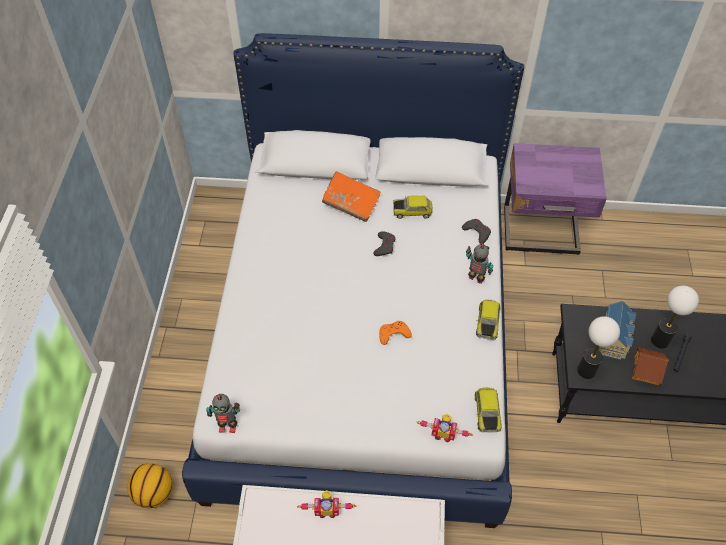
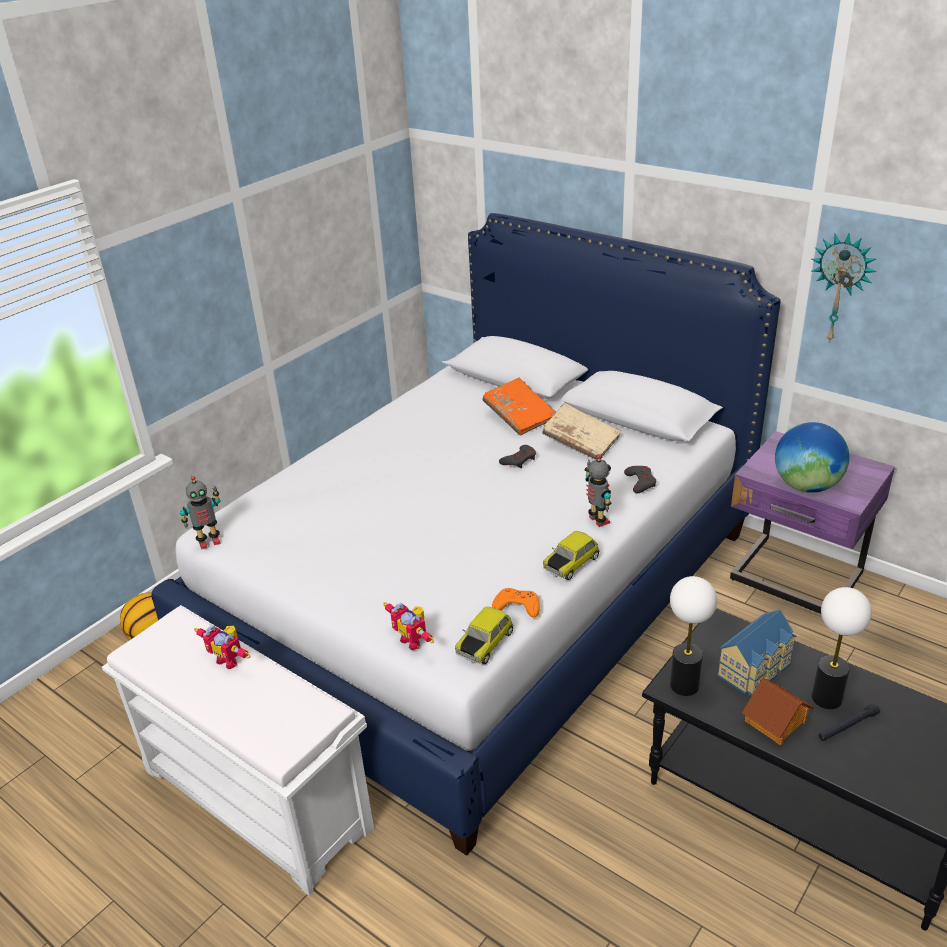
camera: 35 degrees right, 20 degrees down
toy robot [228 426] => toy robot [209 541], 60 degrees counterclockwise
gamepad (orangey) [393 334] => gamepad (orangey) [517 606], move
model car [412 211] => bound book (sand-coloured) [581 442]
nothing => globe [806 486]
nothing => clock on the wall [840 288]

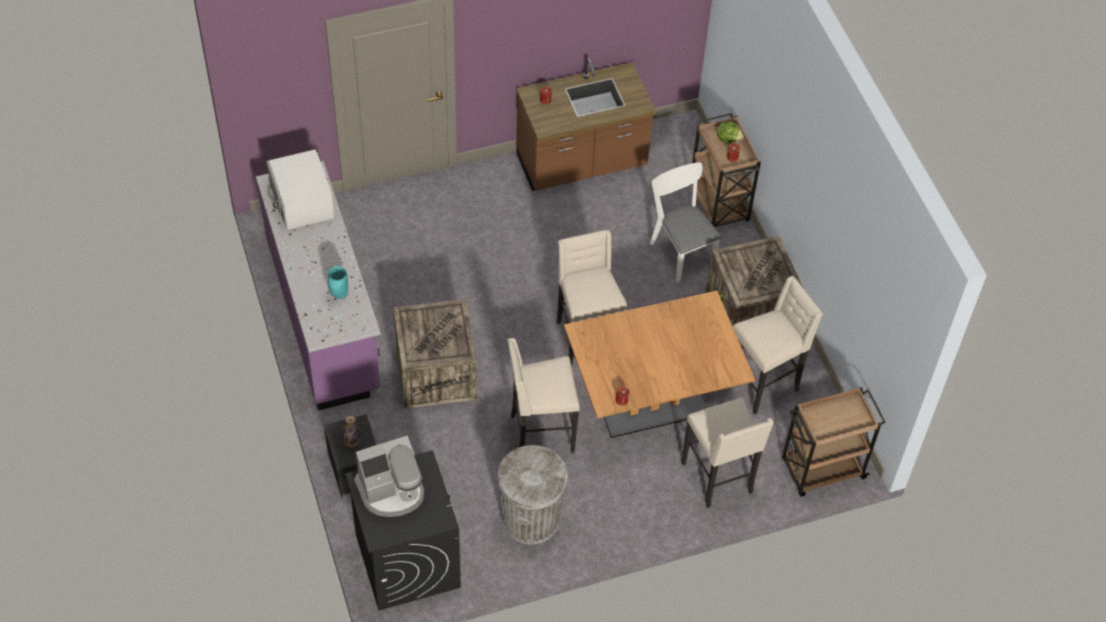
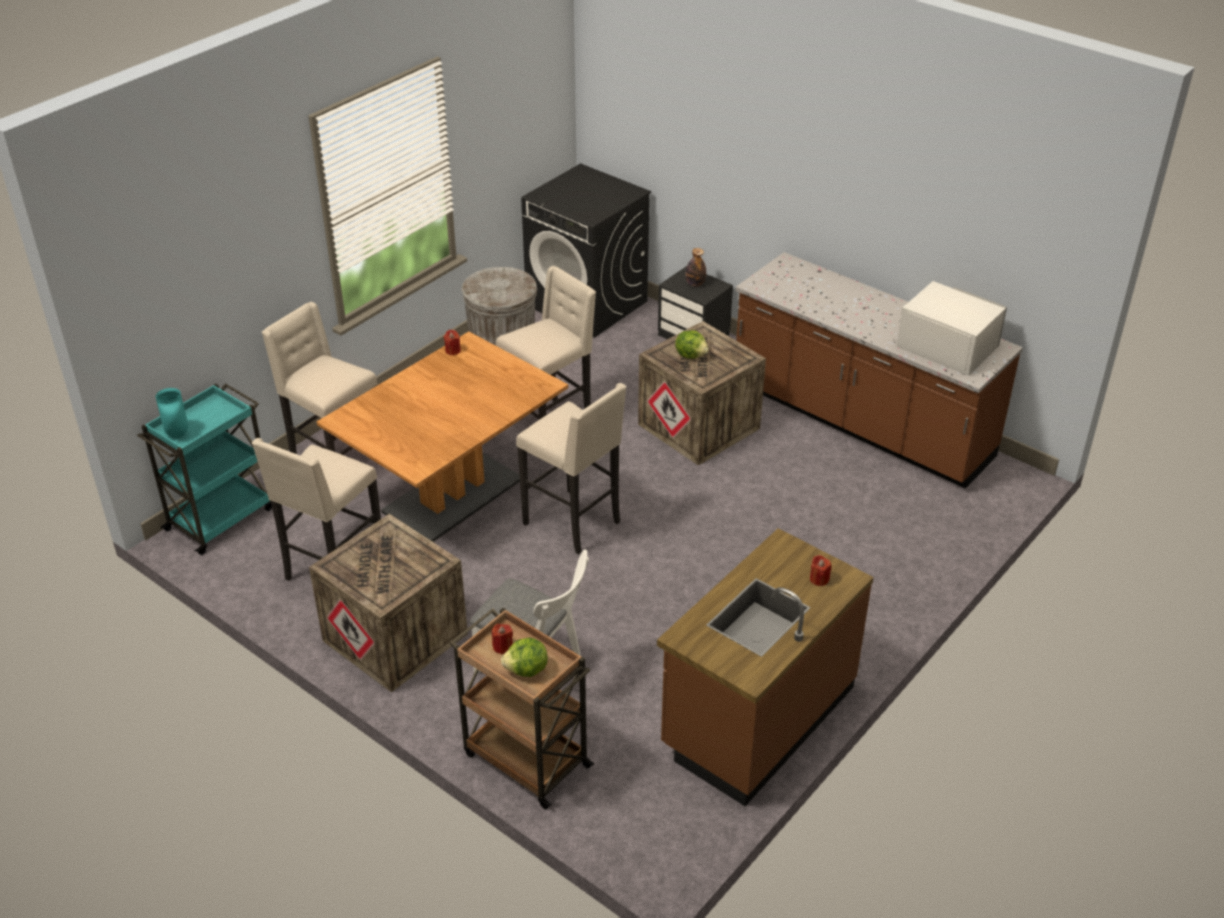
camera: 150 degrees right, 15 degrees down
trolley (brownish) [821 469] => trolley (turquoise-coloured) [221 518]
vase (turquoise-coloured) [340 295] => vase (turquoise-coloured) [177 434], move
nothing => lettuce head [691 355]
kitchen base unit (purplish) [324 316] => kitchen base unit (brownish) [860 423]
coffee maker [391 491] => nothing

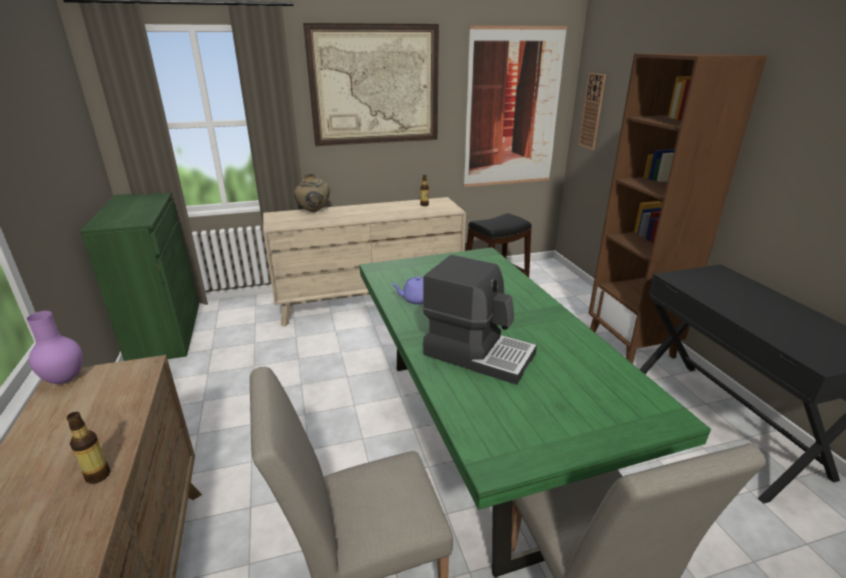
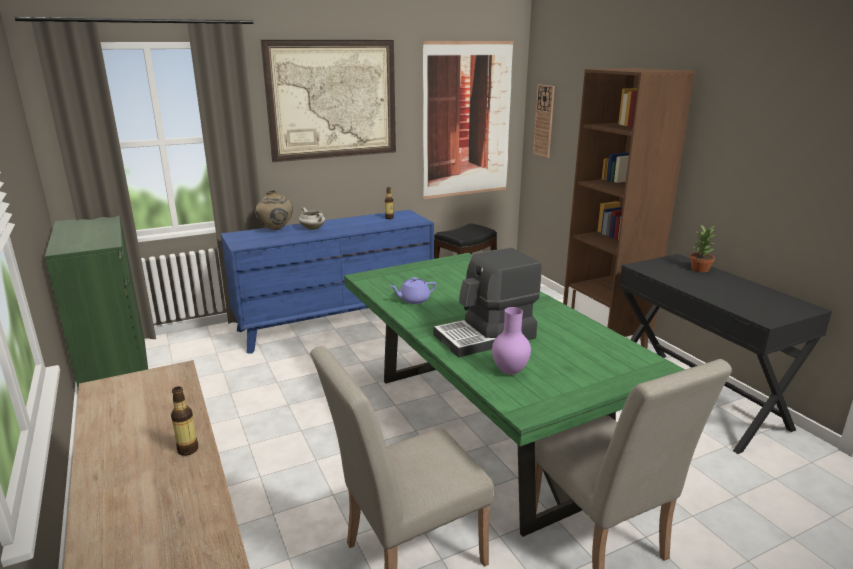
camera: 10 degrees left, 5 degrees down
chest of drawers (sand-coloured) [370 301] => chest of drawers (blue) [336 322]
nothing => cooking pot (white-coloured) [313 229]
coffee maker [478 353] => coffee maker [486 337], 135 degrees clockwise
vase (purplish) [64 380] => vase (purplish) [510 372], move
nothing => potted plant [700 269]

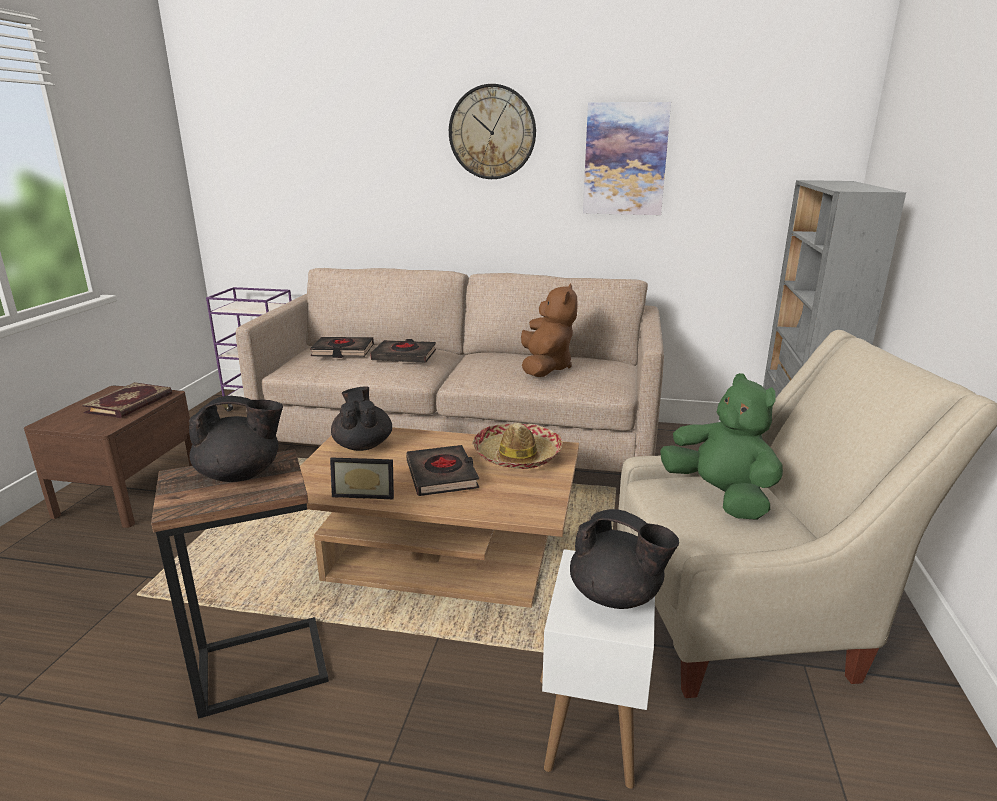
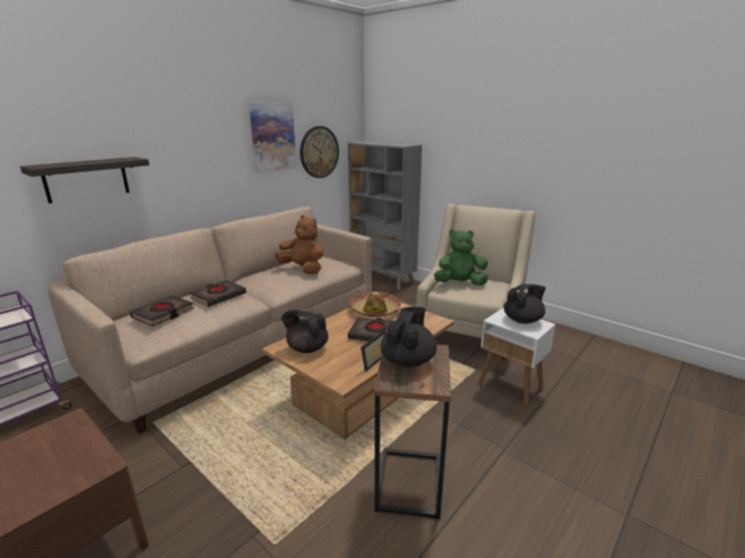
camera: 60 degrees left, 0 degrees up
nothing => shelf [86 179]
clock on the wall [492 132] => clock on the wall [319 152], move
bound book [130 403] => nothing

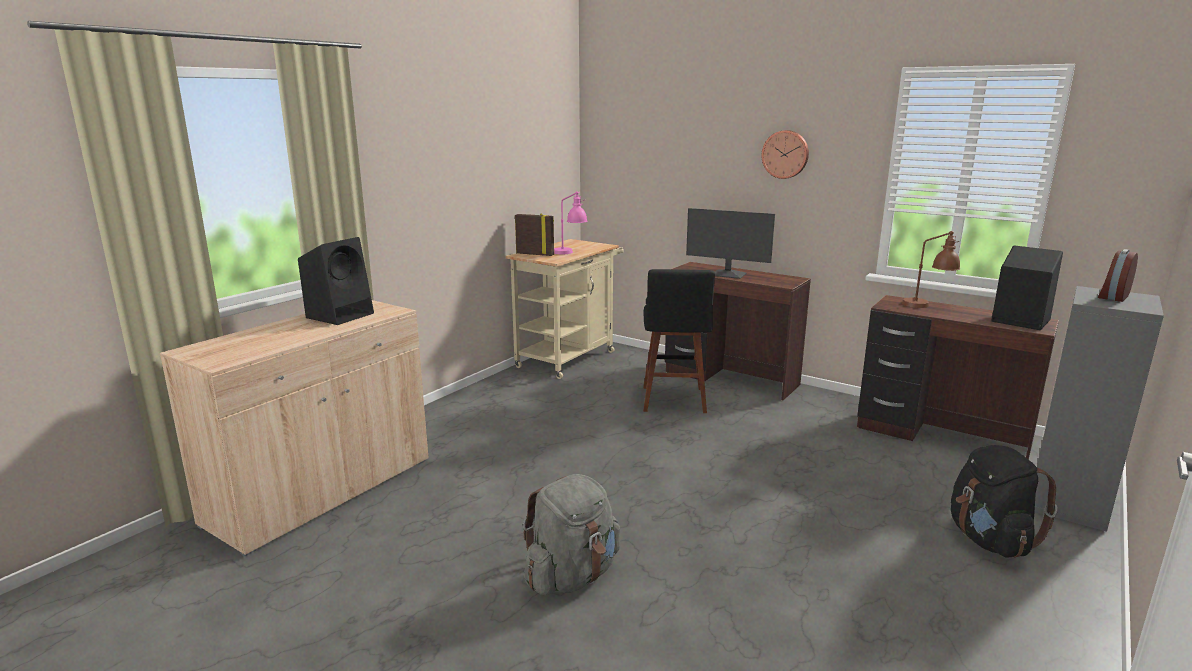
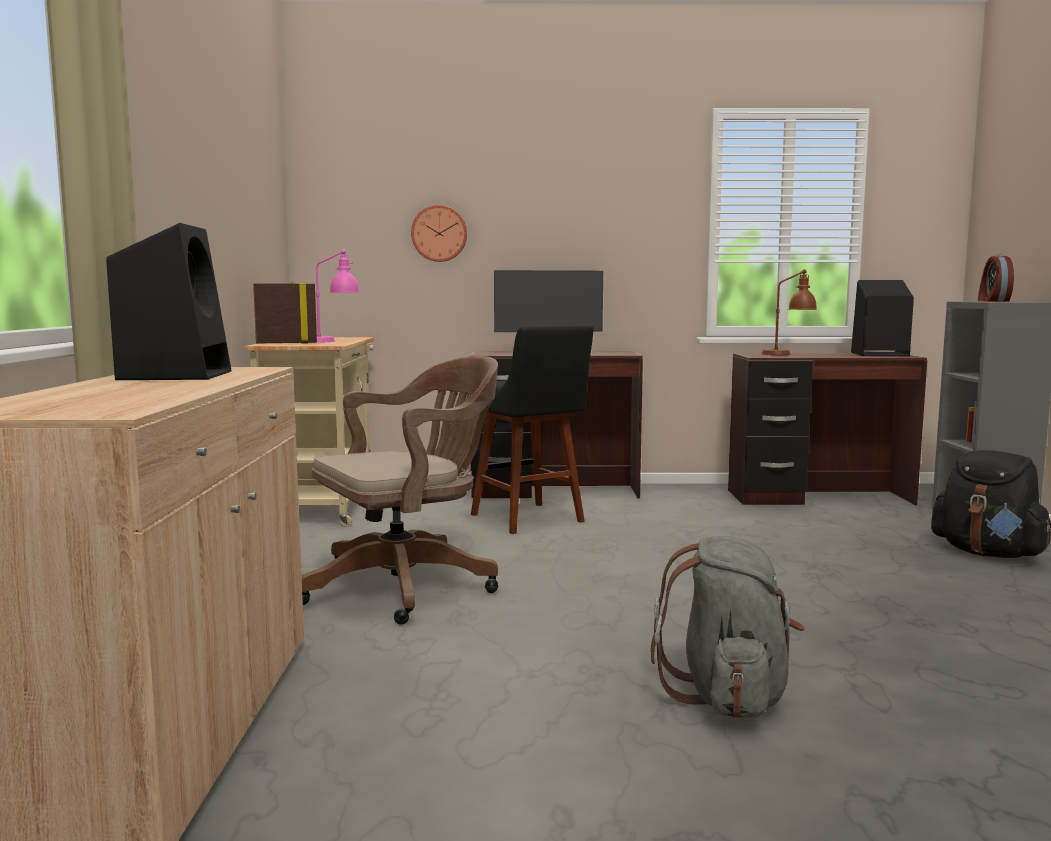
camera: 35 degrees left, 10 degrees down
nothing => office chair (brownish) [408 586]
clock on the wall [785 154] => clock on the wall [439 233], move

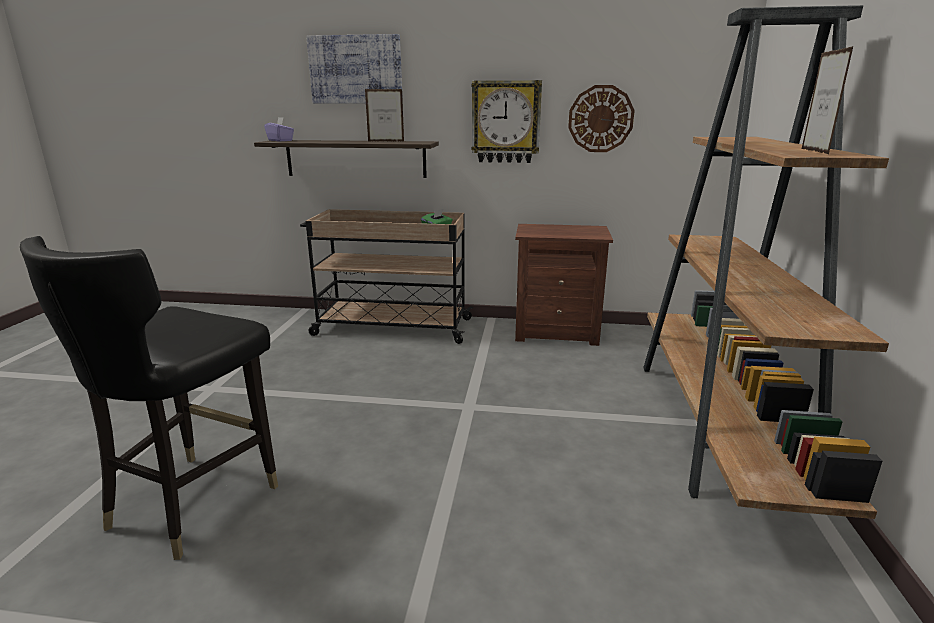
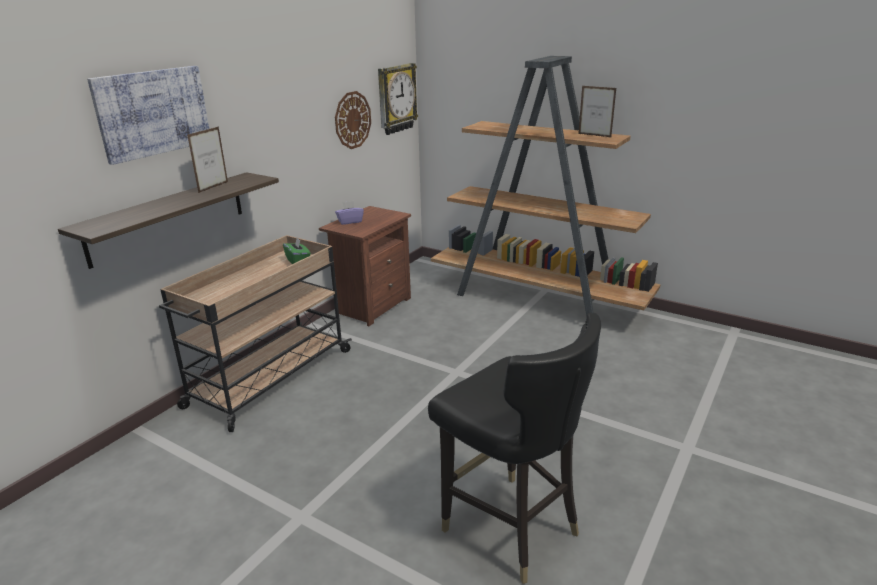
camera: 65 degrees left, 5 degrees up
tissue box (purplish) [280 140] => tissue box (purplish) [350 221], move
clock on the wall [506 122] => clock on the wall [396 98], move

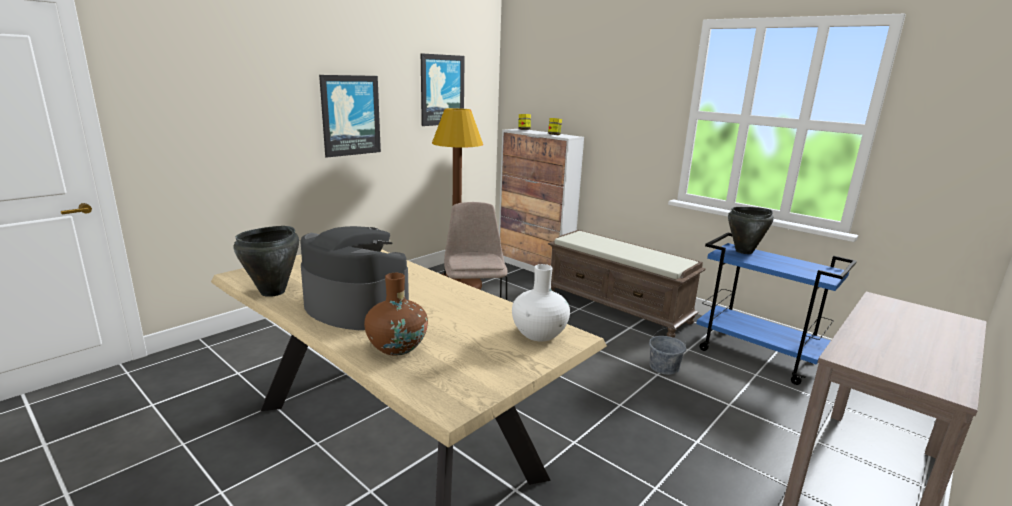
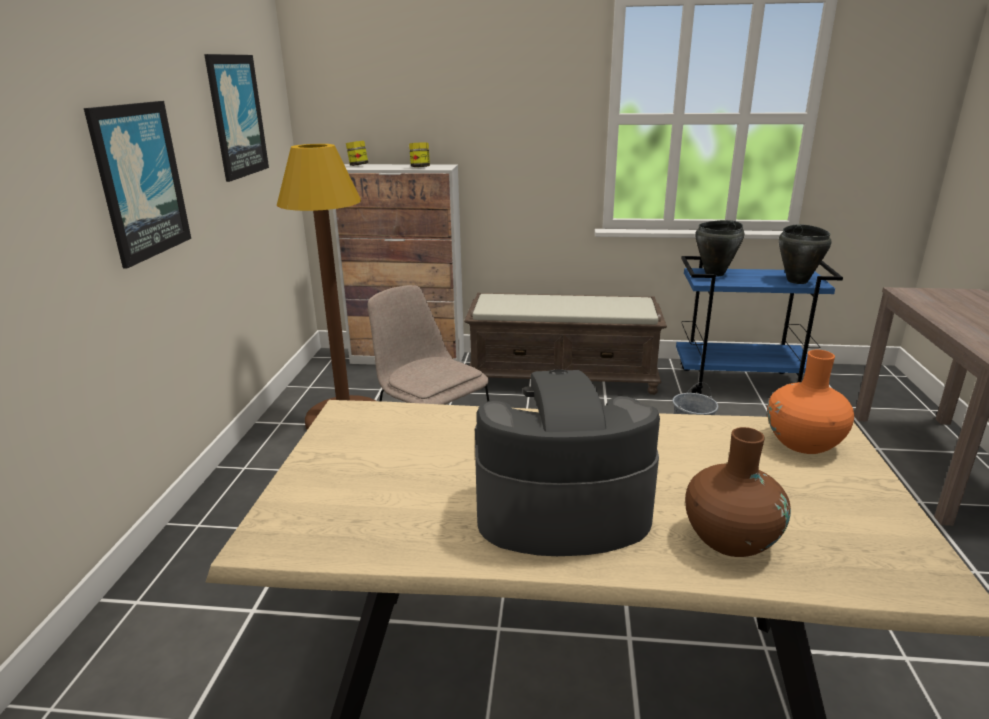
camera: 35 degrees left, 5 degrees up
vase (white-coloured) [539 334] => vase (orangey) [803 443]
cooking pot (blackish) [273 292] => cooking pot (blackish) [797 281], move

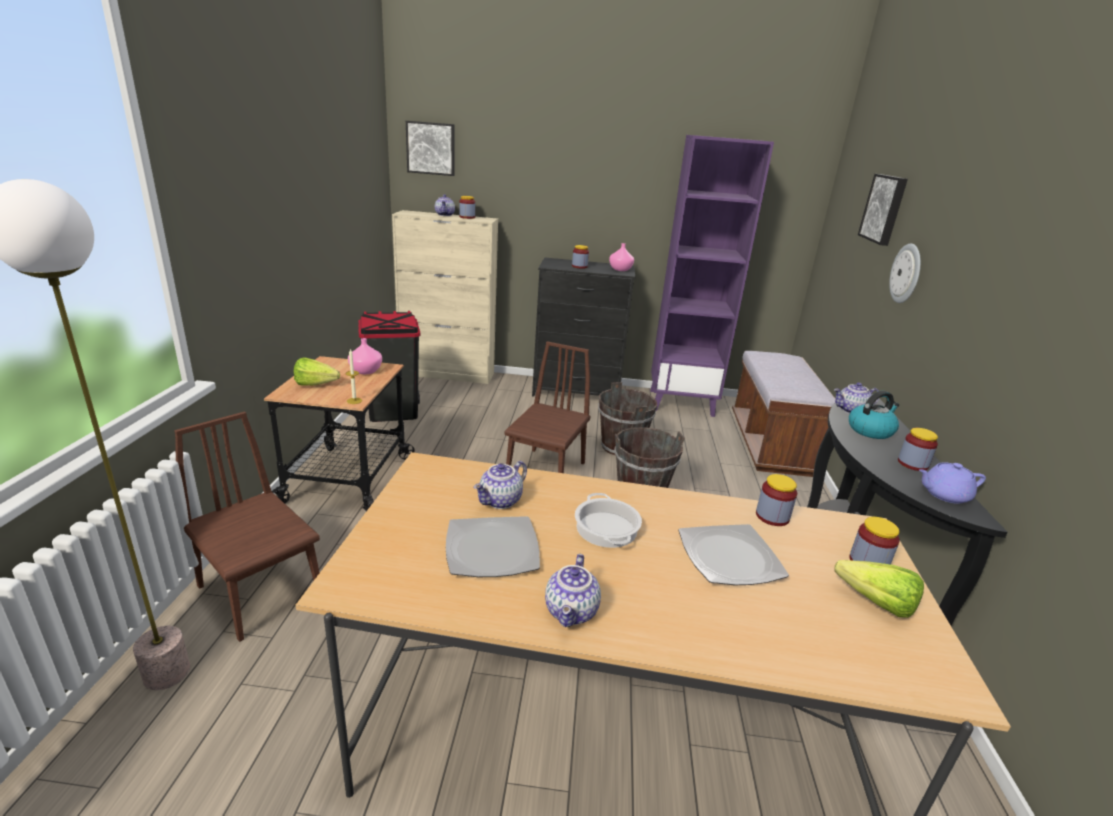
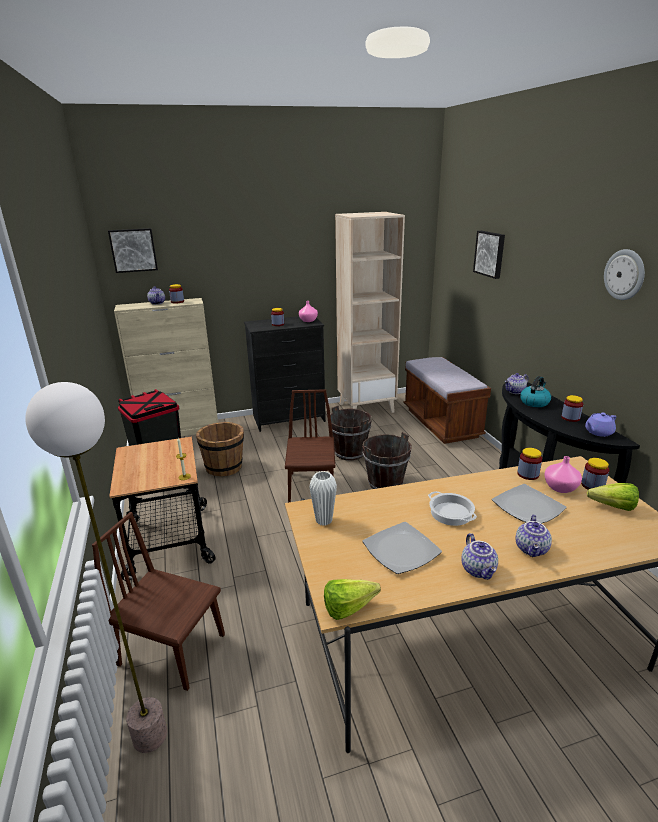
camera: 20 degrees left, 0 degrees up
nothing => pail (brownish) [224 467]
nothing => vase (white-coloured) [324 520]
lettuce head [319 385] => lettuce head [353 608], move
bookcase (purplish) [681 402] => bookcase (sand-coloured) [366 407]
tea pot [501 501] => tea pot [532 549], move
vase (pink-coloured) [365 371] => vase (pink-coloured) [559 488], move
clock on the wall [906 273] => clock on the wall [624 274], move

